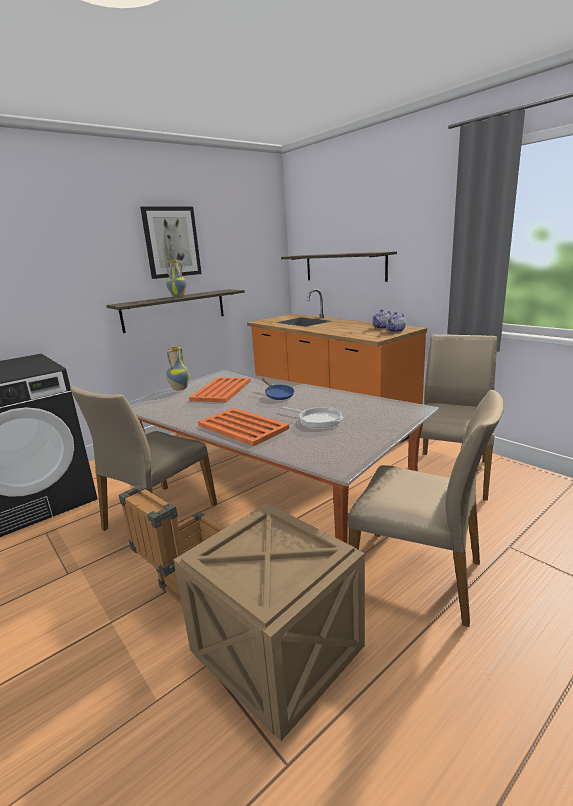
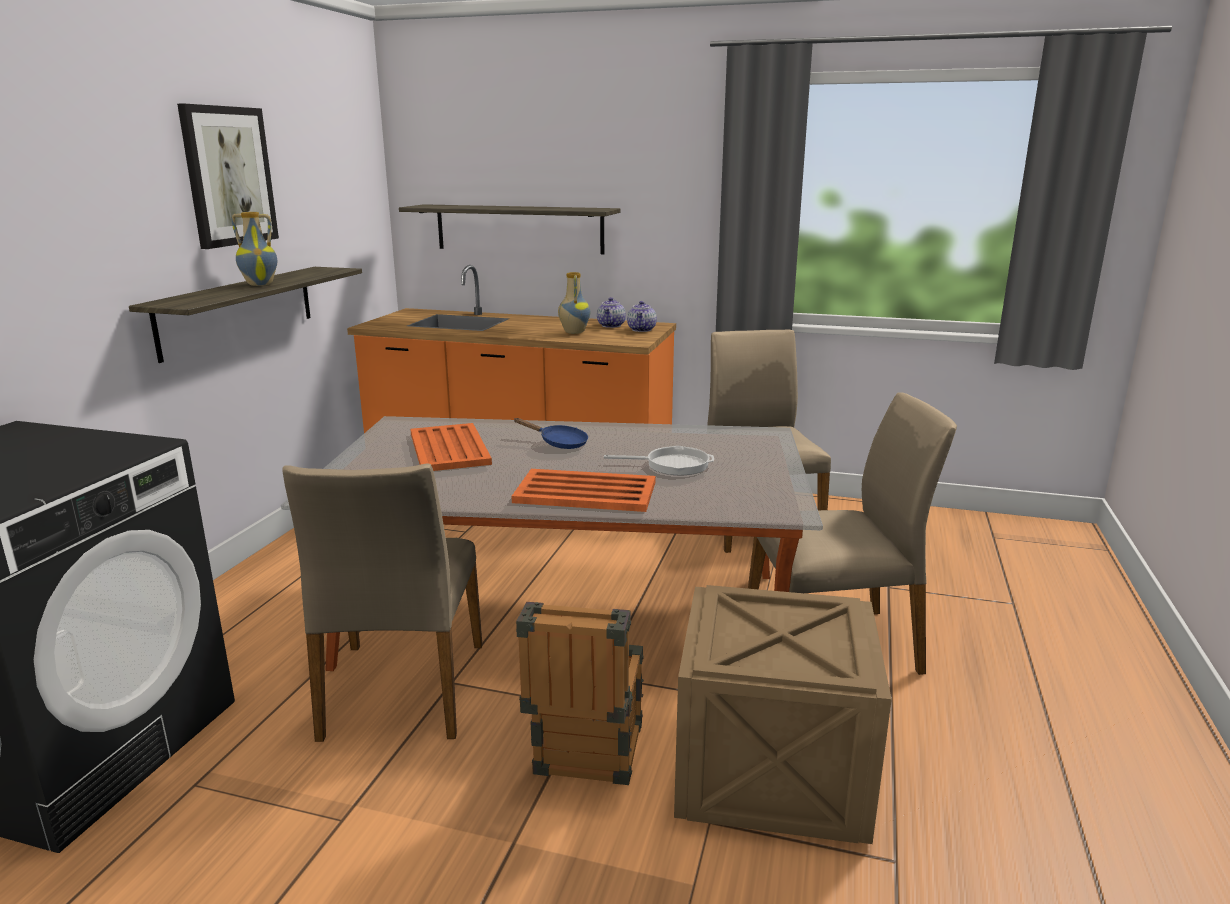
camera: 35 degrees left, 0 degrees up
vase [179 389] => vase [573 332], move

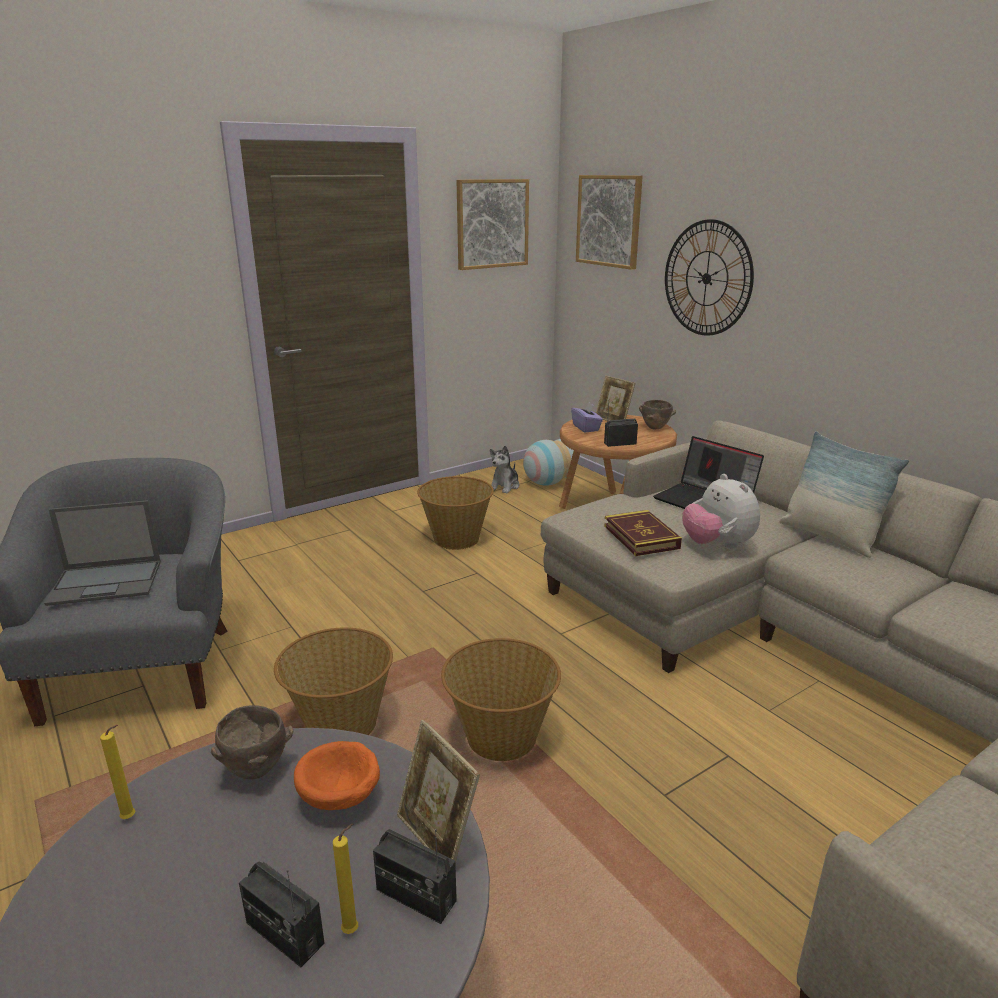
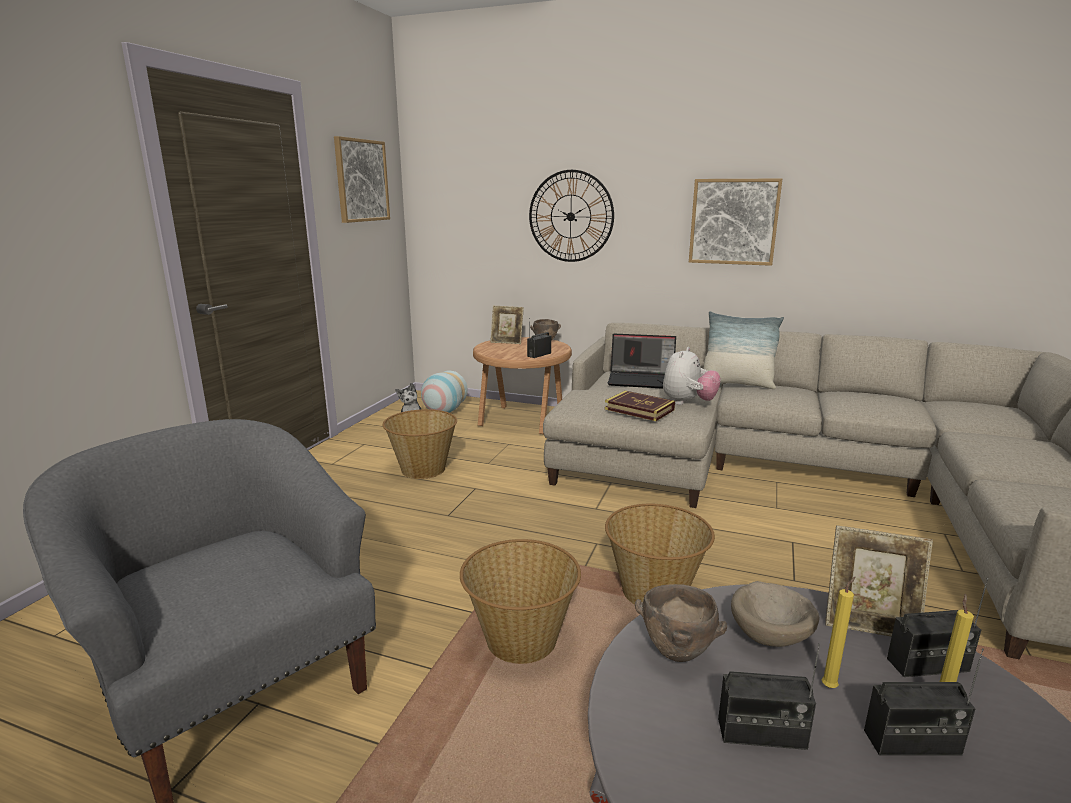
camera: 35 degrees left, 5 degrees down
cuddly toy [717 545] => cuddly toy [688 403], 90 degrees counterclockwise
wall picture [609 221] => wall picture [733 222], move
nothing => radio [761 734]
serving bowl (orangey) [341 798] => serving bowl (sand-coloured) [772 636]
wax candle (yellow) [131 818] => wax candle (yellow) [830 686], move
laptop [107 582] => nothing
tissue box (purplish) [586 428] => nothing

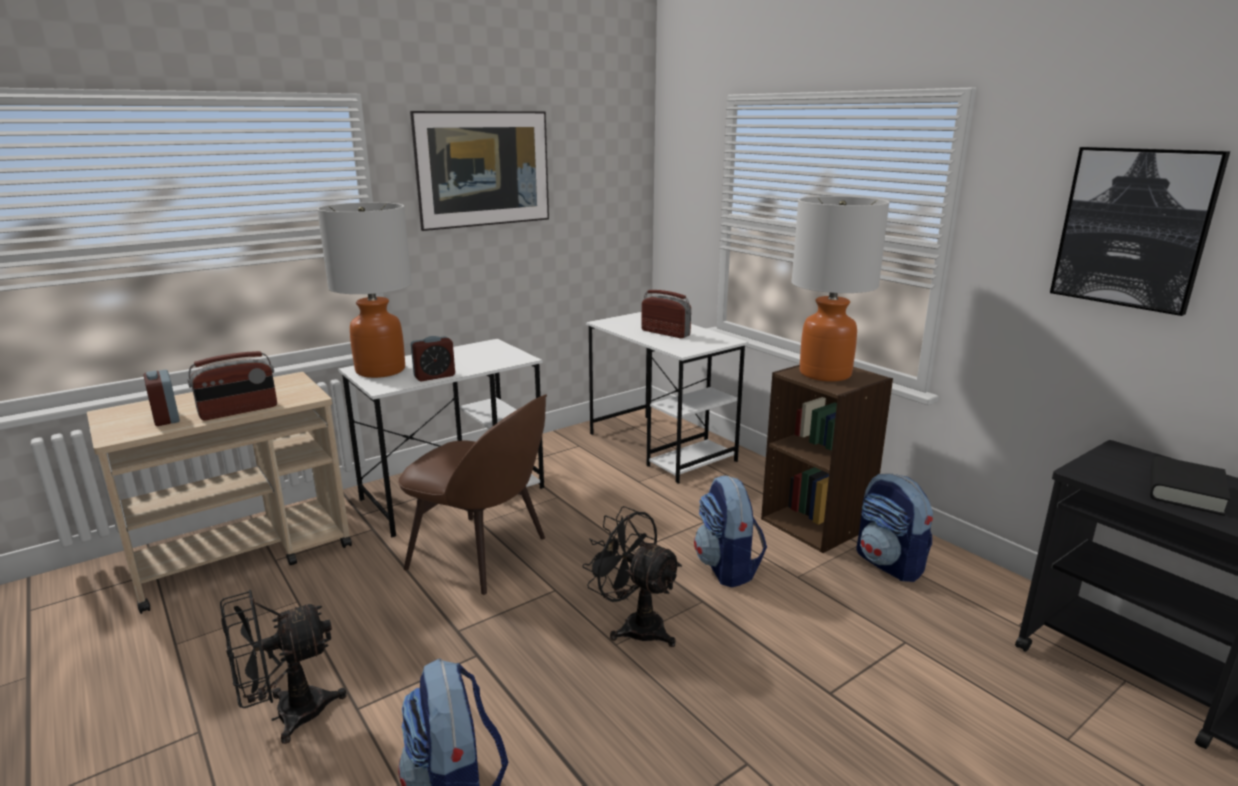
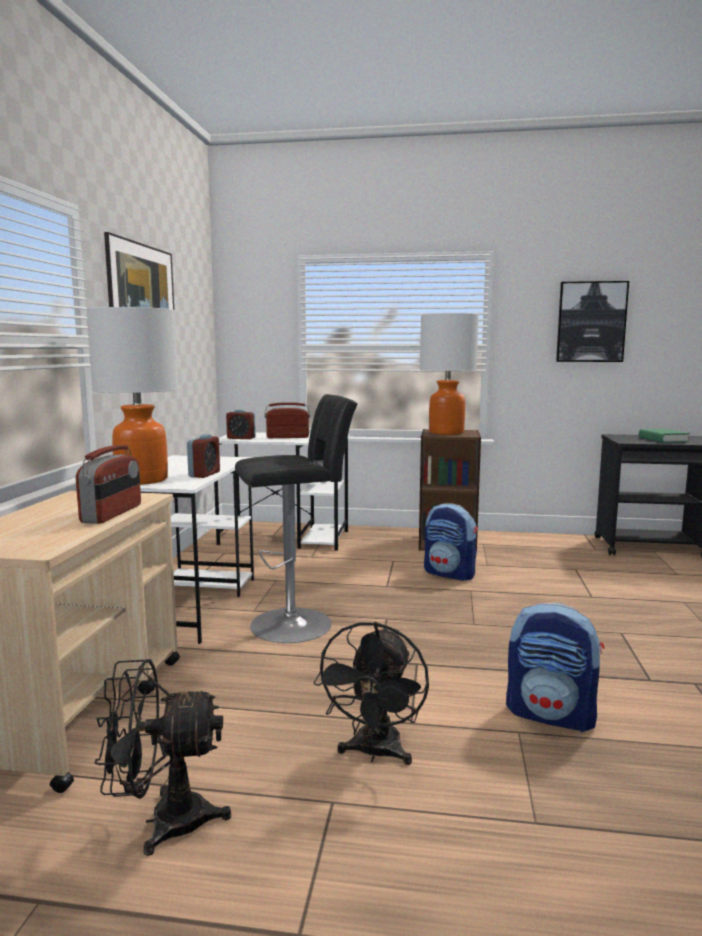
camera: 45 degrees left, 10 degrees down
cooling fan (blackish) [635 625] => cooling fan (blackish) [163 821], move
bedside clock [166 418] => bedside clock [241 438], move
upright chair (brownish) [482 554] => stool (blackish) [297 623]
bound book (blackish) [1185 491] => bound book (green) [663 440]
rucksack [889 564] => nothing

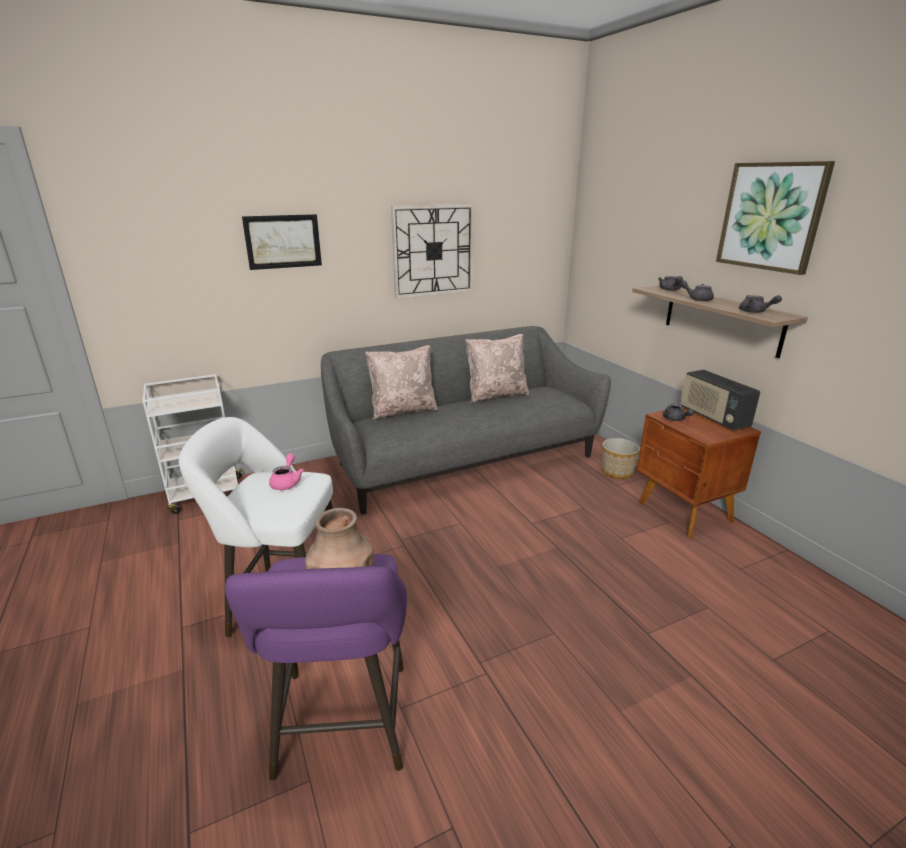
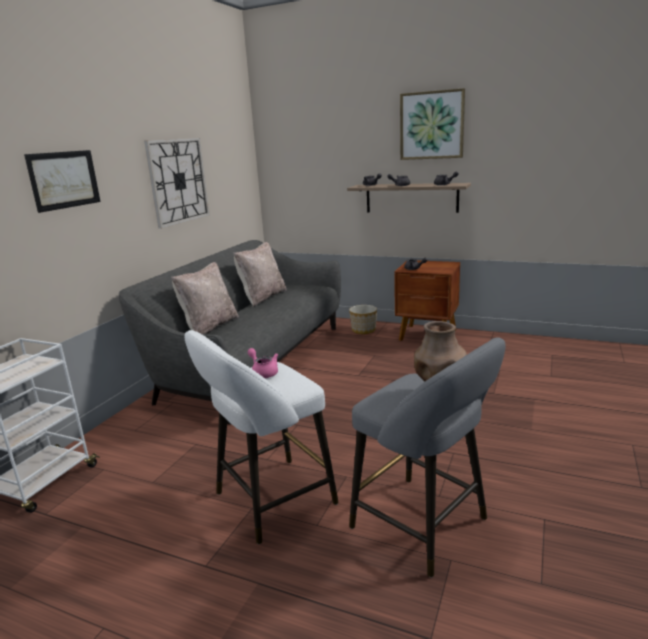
camera: 40 degrees left, 5 degrees down
stool (purplish) [342 728] => stool (gray) [425 527]
radio [713 417] => nothing

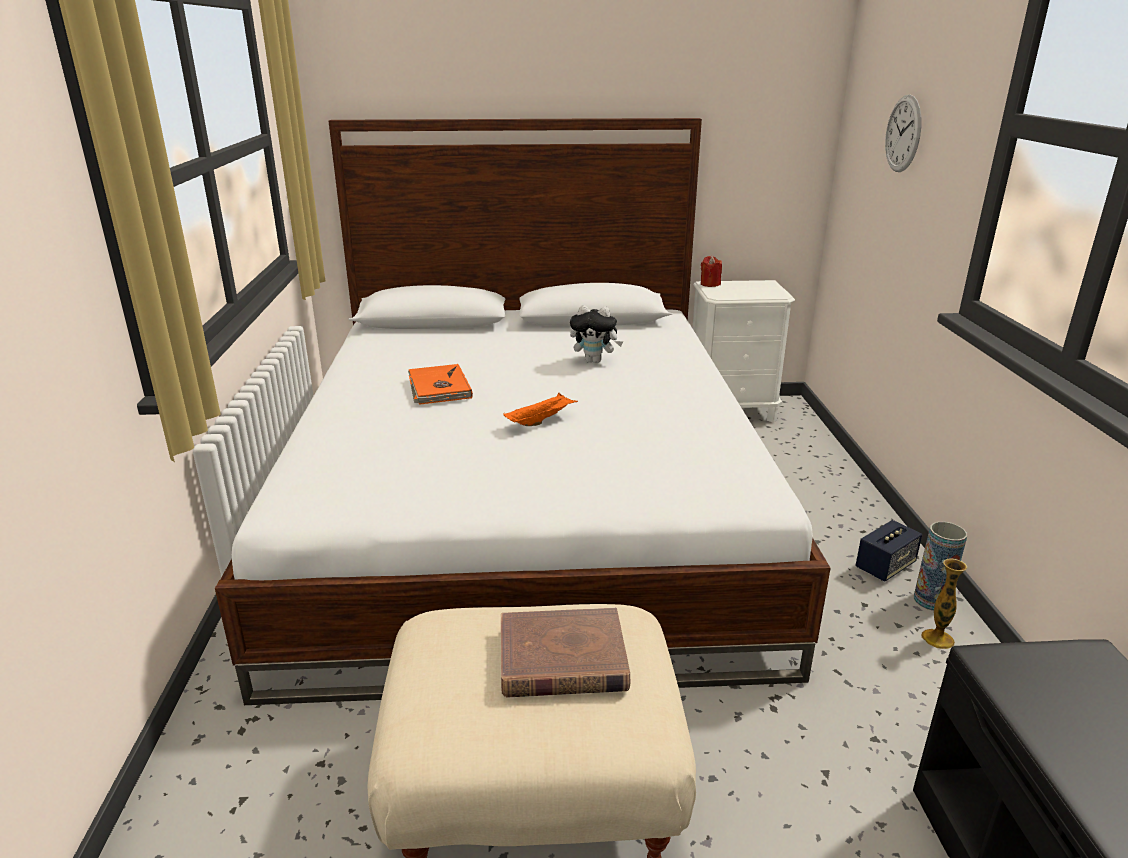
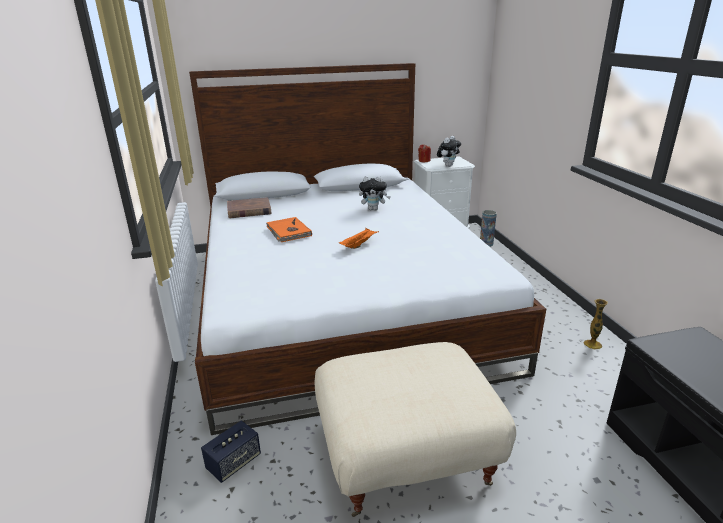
camera: 10 degrees left, 0 degrees up
loudspeaker [885 567] => loudspeaker [234 463], move
bound book (brownish) [562 659] => bound book (brownish) [249 210], move
nothing => cuddly toy [448 165]
vase [931 600] => vase [486 244], move
clock on the wall [903 134] => nothing

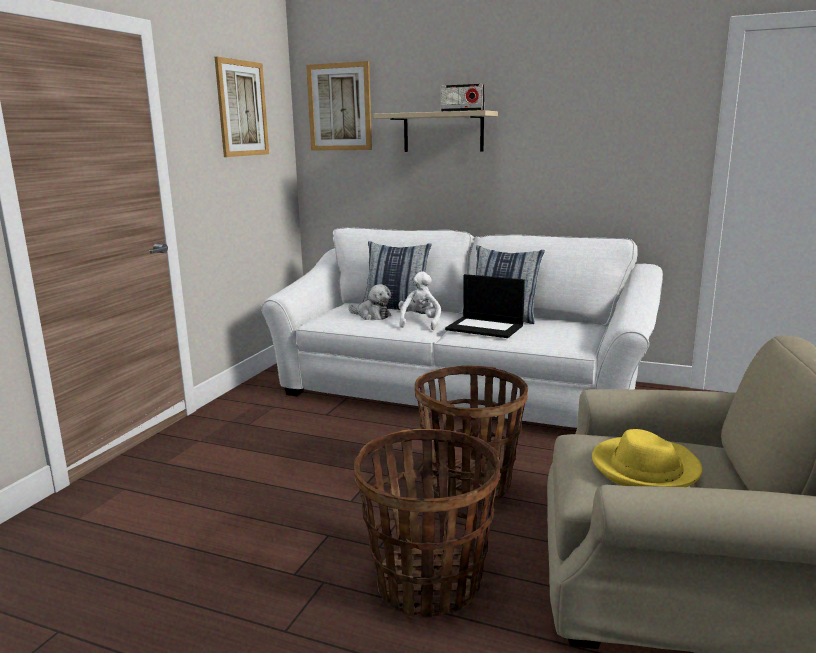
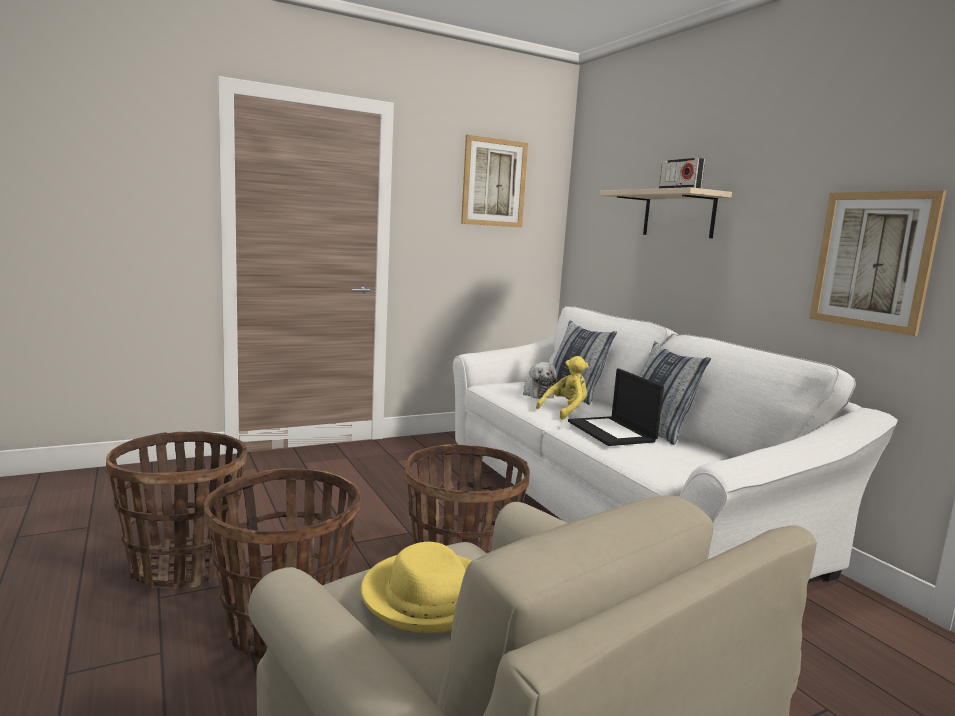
camera: 40 degrees right, 5 degrees down
nothing => household basket [183 566]
cuddly toy (white-coloured) [420 323] => cuddly toy (yellow) [565 411]
wall picture [339 107] => wall picture [872 260], move

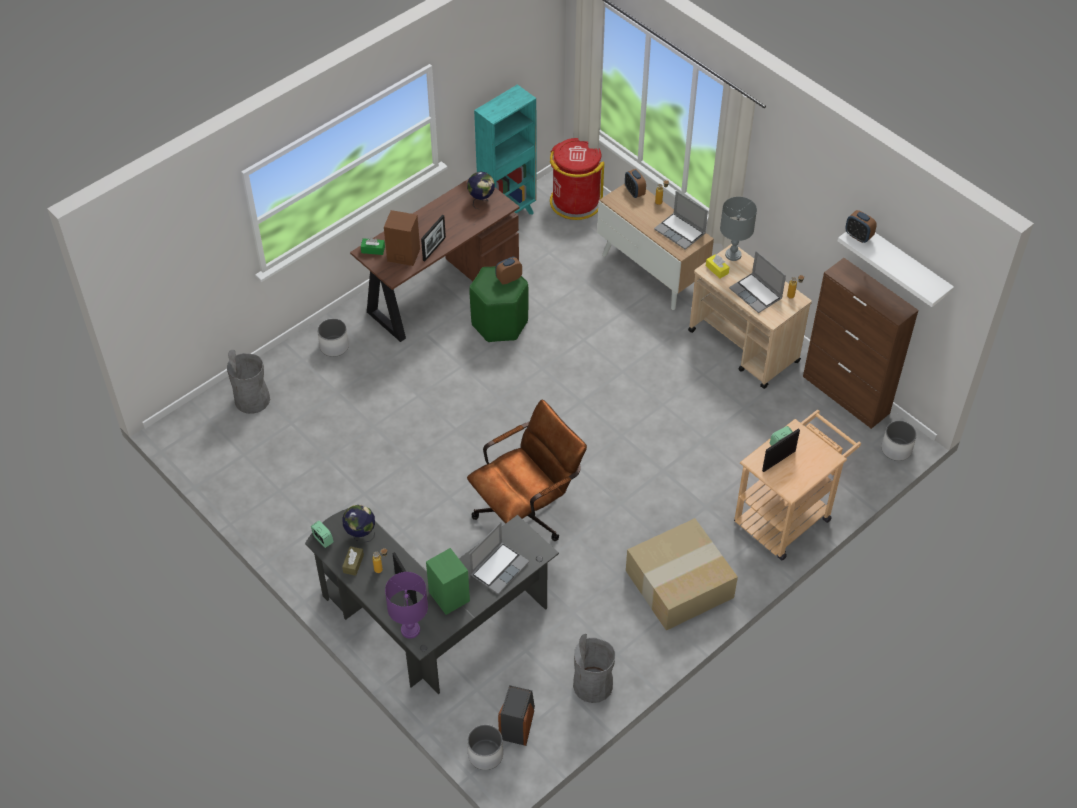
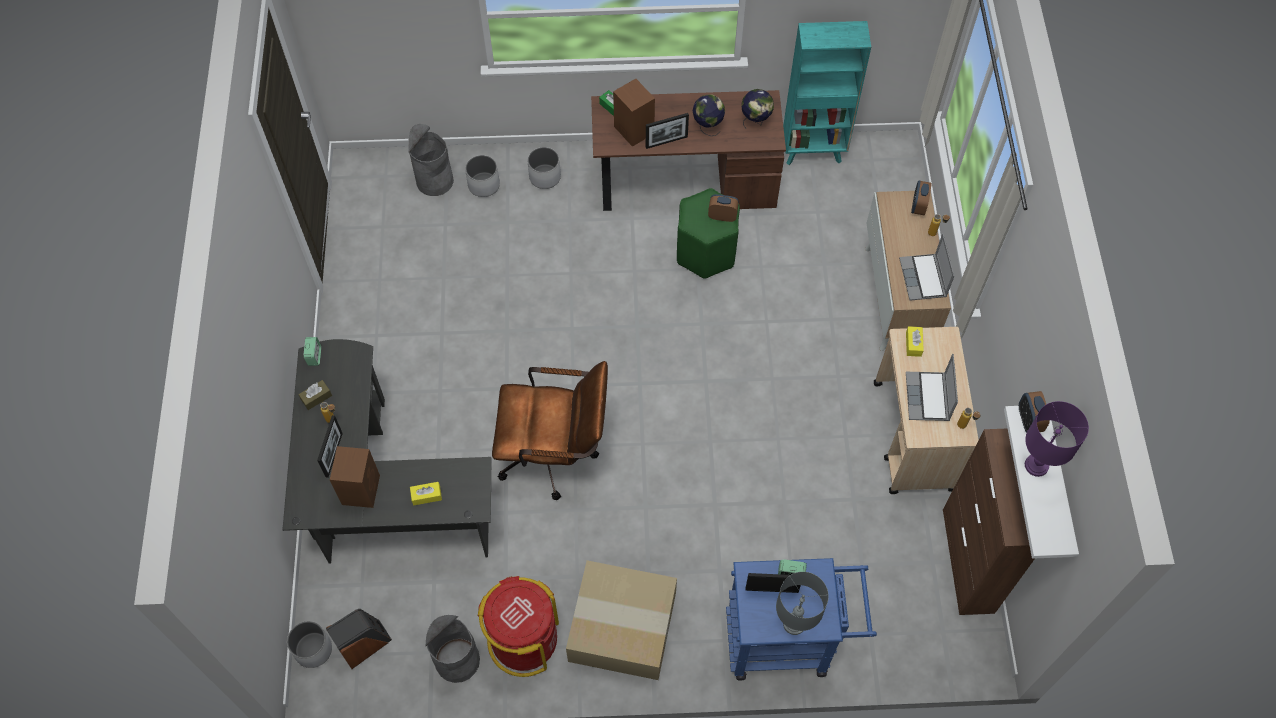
camera: 40 degrees right, 10 degrees up
loudspeaker (green) [448 596] => loudspeaker (brownish) [361 488]
laptop [499 568] => tissue box (yellow) [426 496]
planter (white-coloured) [896 449] => planter (white-coloured) [483 185], move
rubbish bin (red-coloured) [575 202] => rubbish bin (red-coloured) [523 640], move
globe [360 535] => globe [707 126], move
trolley (sand-coloured) [788 515] => trolley (blue) [788 640]
table lamp (gray) [733 254] => table lamp (gray) [794 623], move
table lamp (purplish) [410 630] => table lamp (purplish) [1036 466], move

